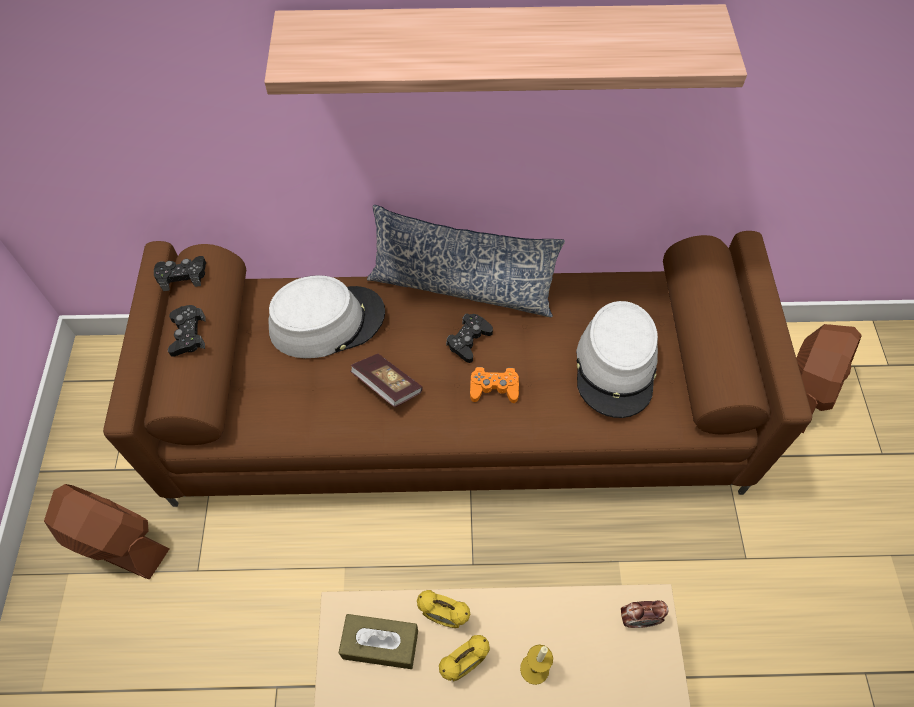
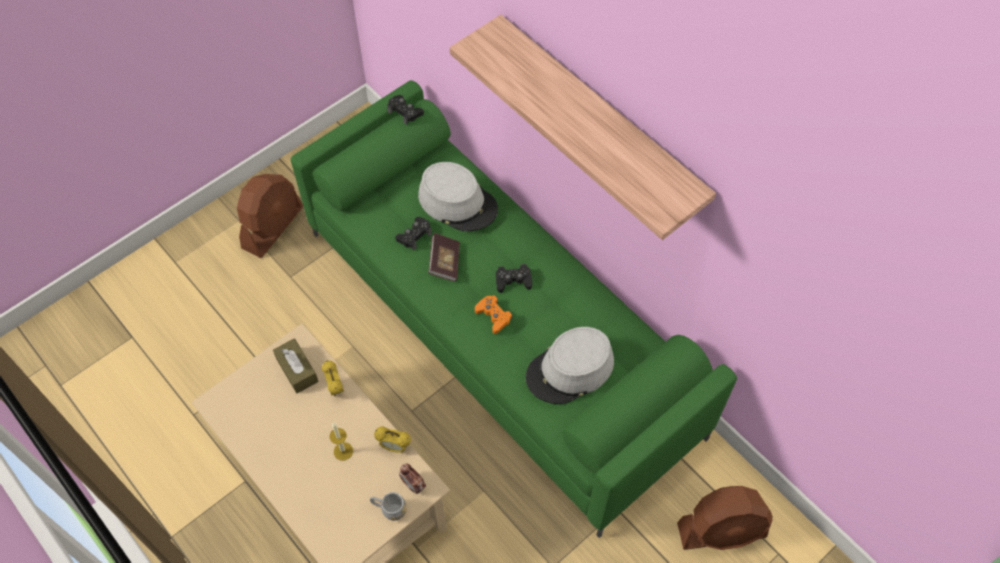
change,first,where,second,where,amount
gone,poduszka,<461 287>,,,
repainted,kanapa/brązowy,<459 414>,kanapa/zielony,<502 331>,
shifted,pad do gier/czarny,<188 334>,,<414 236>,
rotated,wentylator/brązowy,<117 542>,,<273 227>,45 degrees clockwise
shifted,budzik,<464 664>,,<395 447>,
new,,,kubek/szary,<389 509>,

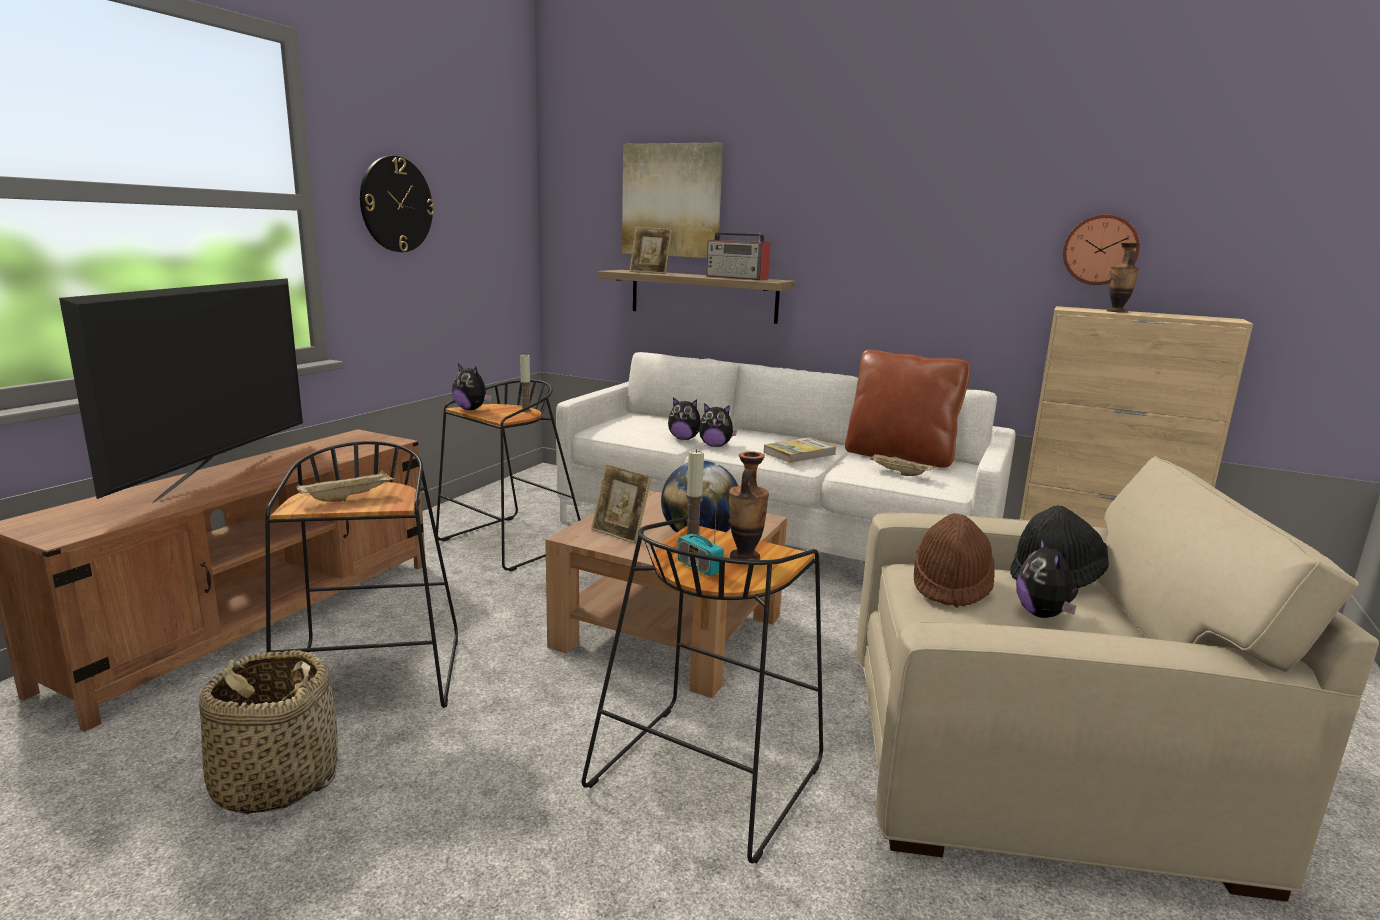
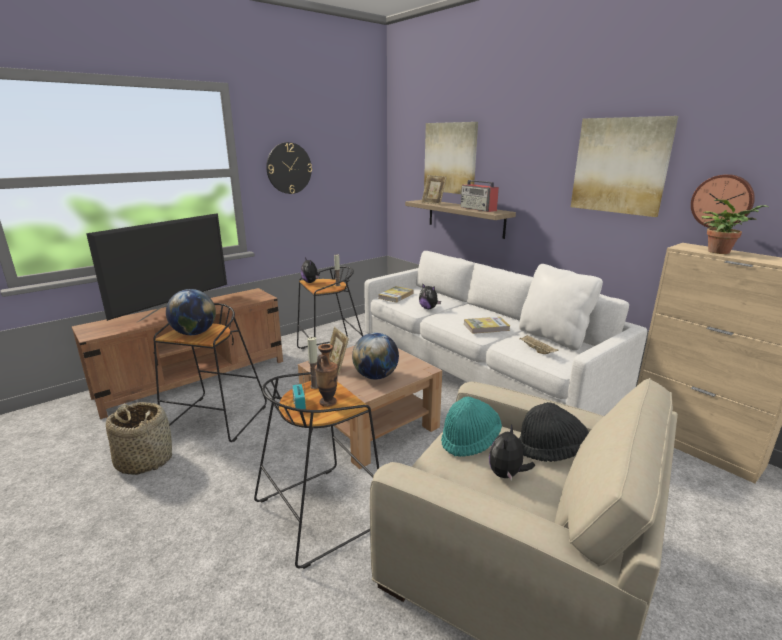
change,first,where,second,where,amount
swapped,wazon,<1116 311>,roślina doniczkowa,<721 252>,
repainted,poduszka/brązowy,<899 456>,poduszka/biały,<553 337>,
gone,pluszak,<715 445>,,,
swapped,taca/beżowy,<349 498>,globus,<194 333>,
repainted,kapelusz/brązowy,<950 586>,kapelusz/turkusowy,<470 440>,
new,,,obraz,<620 166>,
new,,,książka,<396 296>,

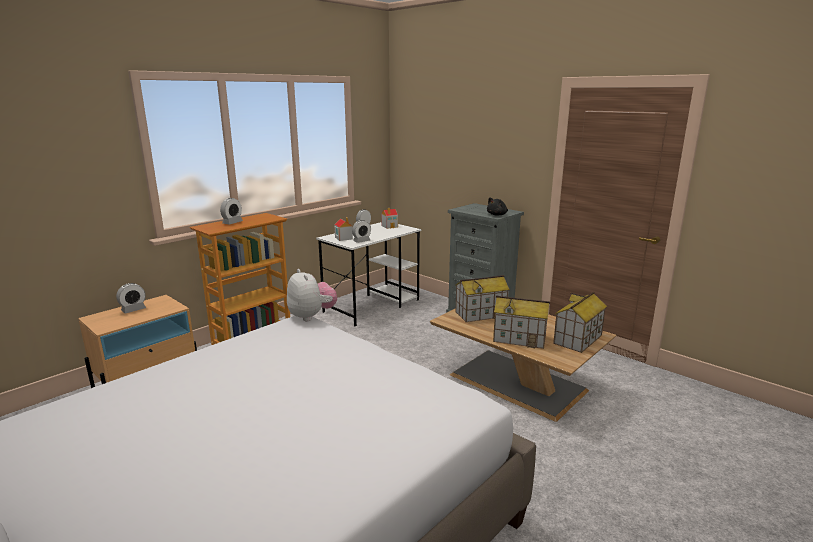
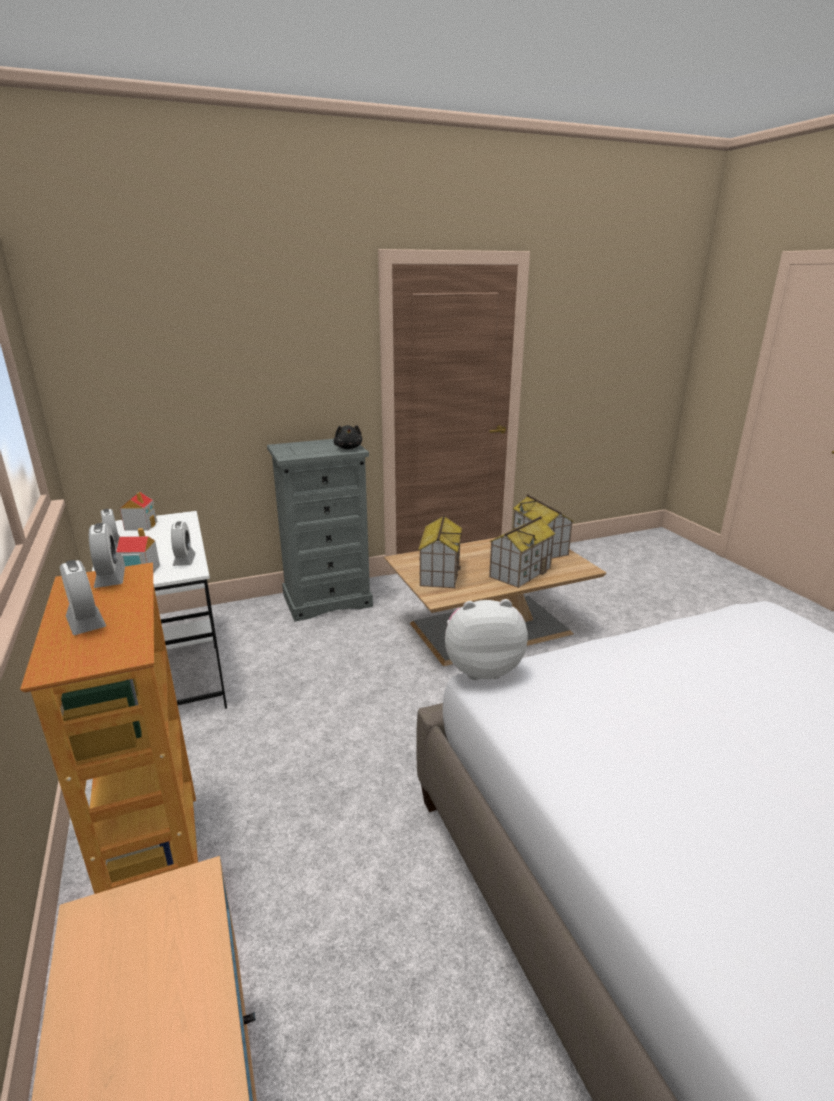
change,first,where,second,where,amount
shifted,budzik,<133 309>,,<110 578>,

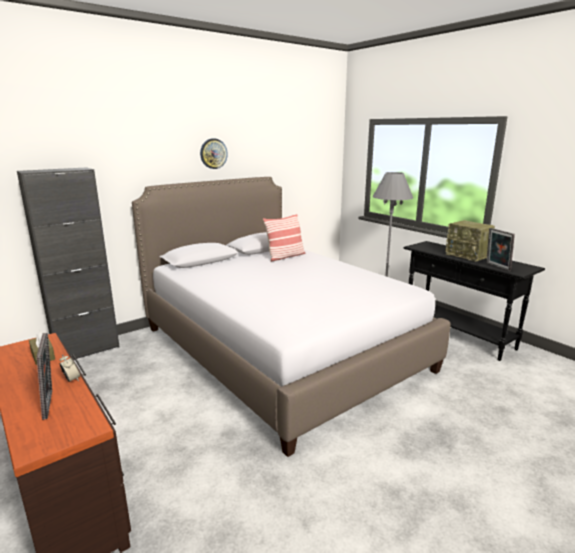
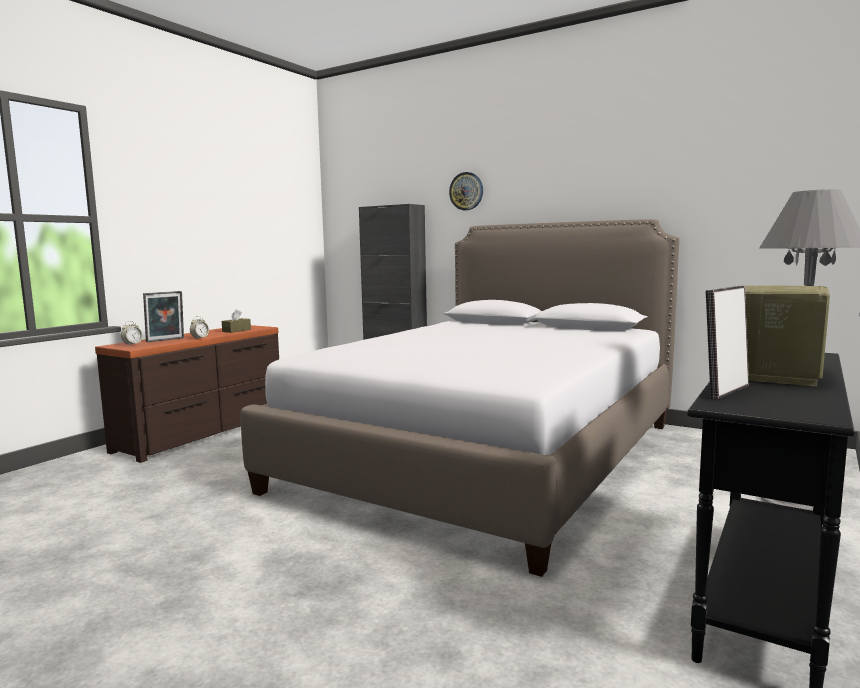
change,first,where,second,where,amount
shifted,zegar ścienny,<213 153>,,<466 191>,
gone,poduszka,<285 256>,,,
new,,,budzik,<132 344>,

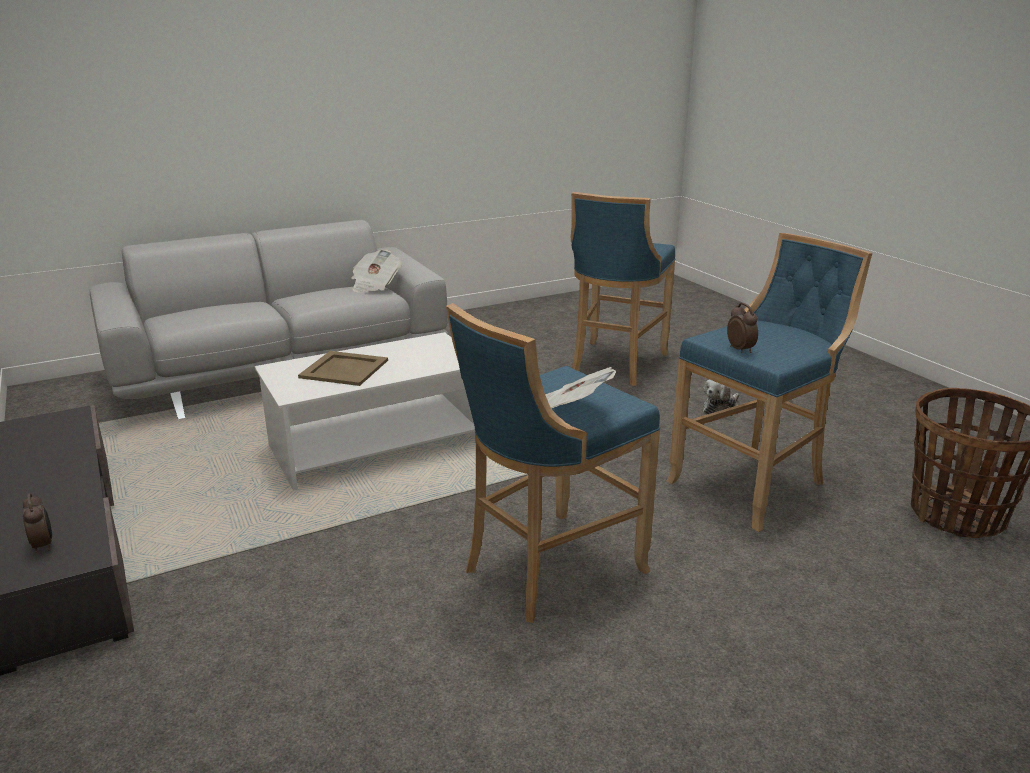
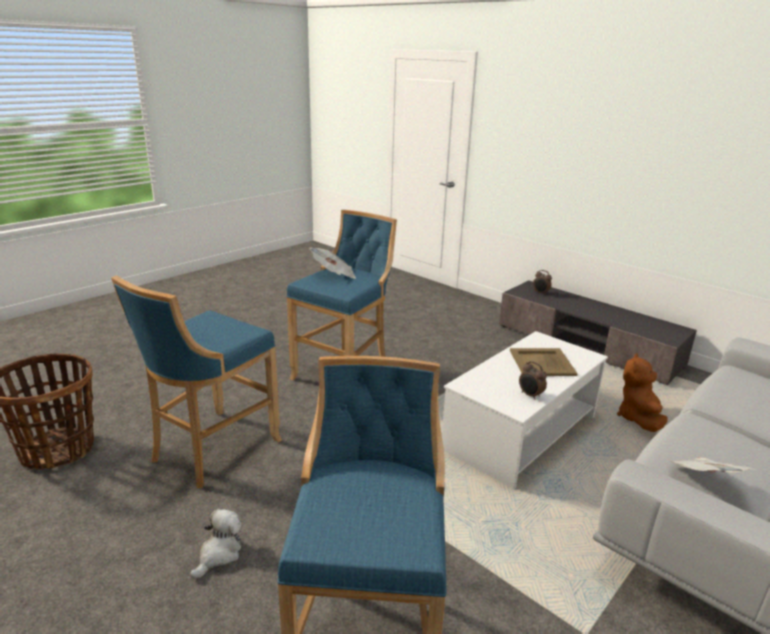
change,first,where,second,where,amount
shifted,budzik,<740 349>,,<530 395>,
new,,,pluszak/brązowy,<639 419>,

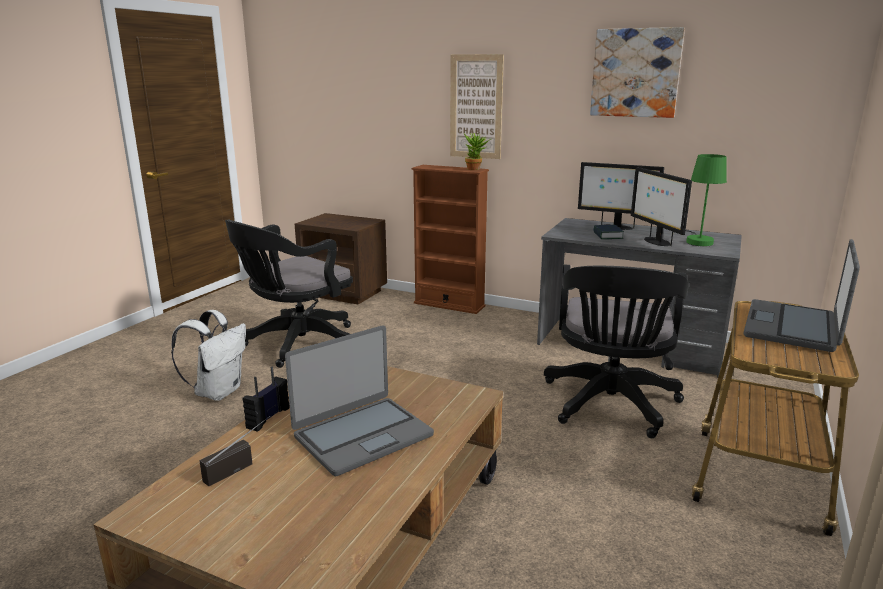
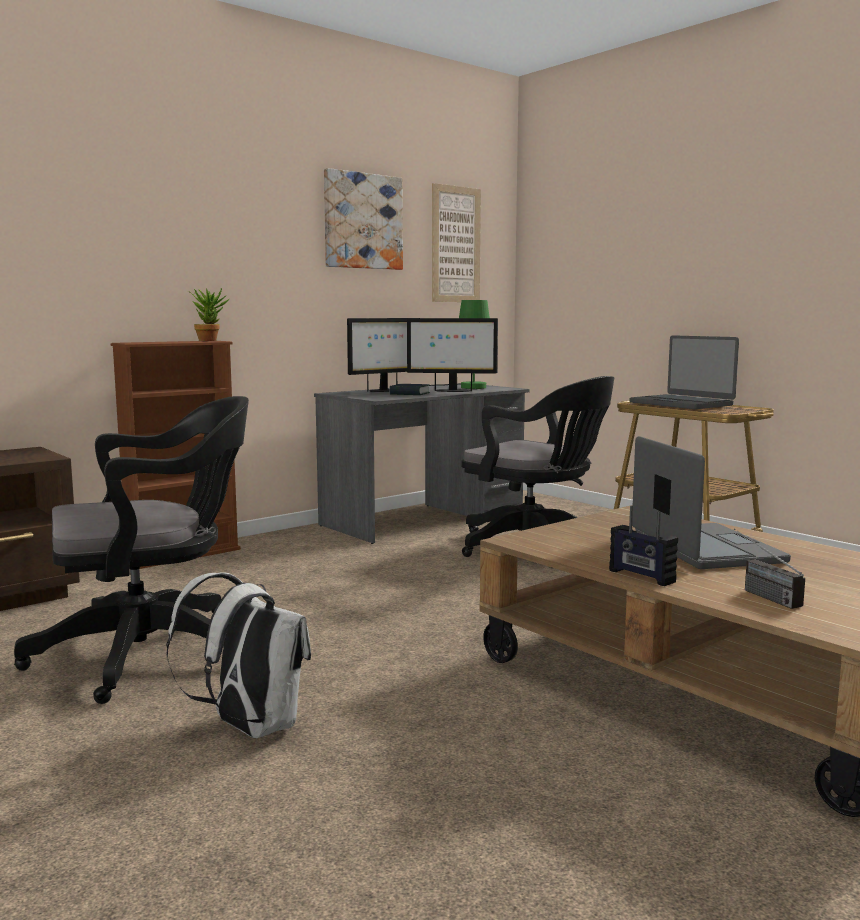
change,first,where,second,where,amount
shifted,obraz,<476 107>,,<455 244>,
rotated,krzesło biurowe/czarny,<296 344>,,<153 653>,90 degrees counterclockwise

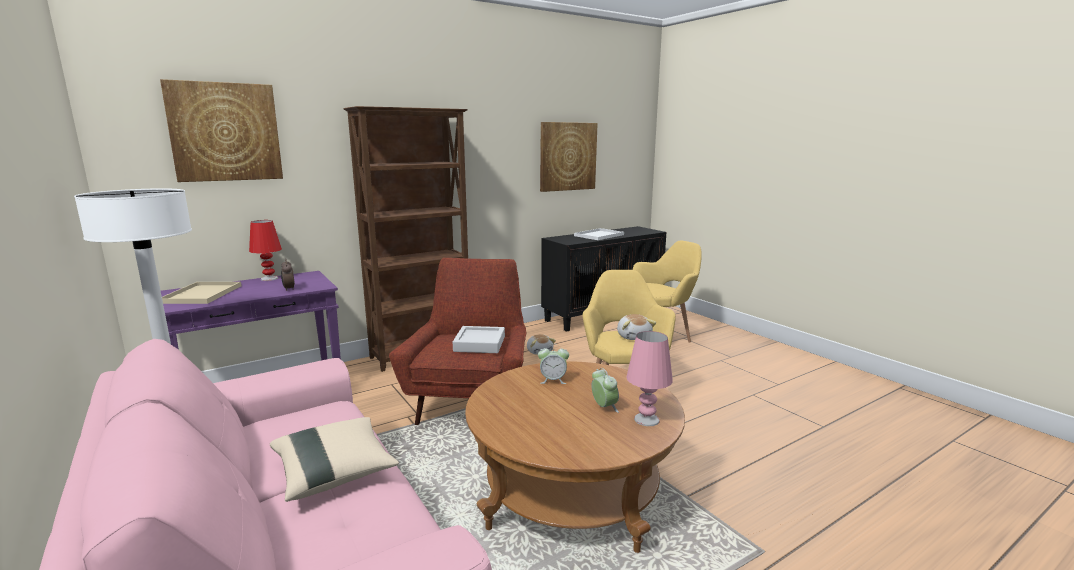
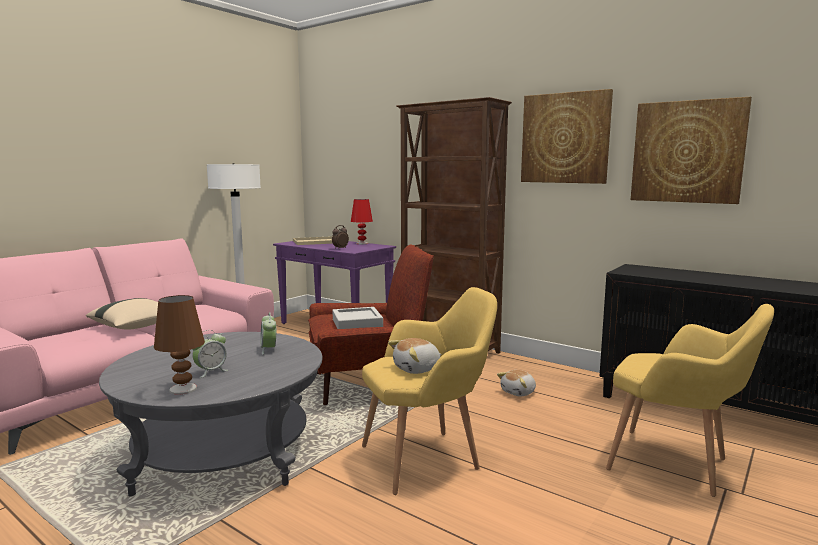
change,first,where,second,where,amount
shifted,obraz,<225 132>,,<565 138>,
gone,taca/biały,<598 235>,,,
repainted,lampa stołowa/różowy,<646 419>,lampa stołowa/brązowy,<183 389>,
repainted,ława/brązowy,<571 493>,ława/szary,<223 452>,

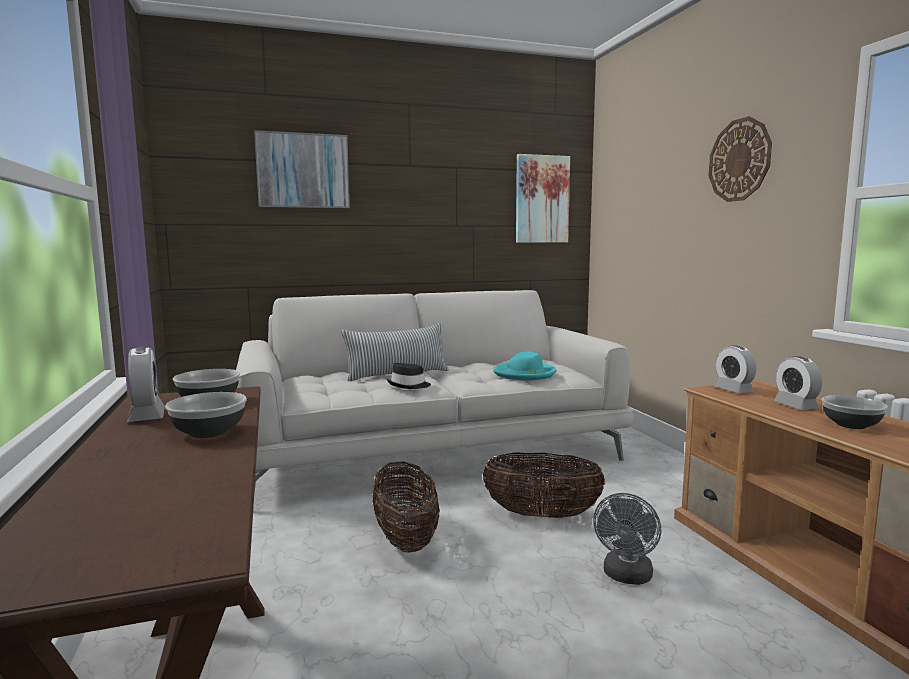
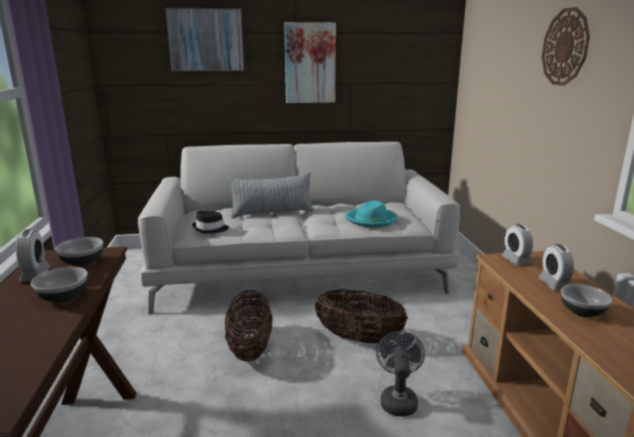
change,first,where,second,where,amount
shifted,obraz,<541 199>,,<310 63>,
shifted,kapelusz/czarny,<409 386>,,<210 229>,
rotated,wentylator/szary,<626 577>,,<398 399>,150 degrees clockwise

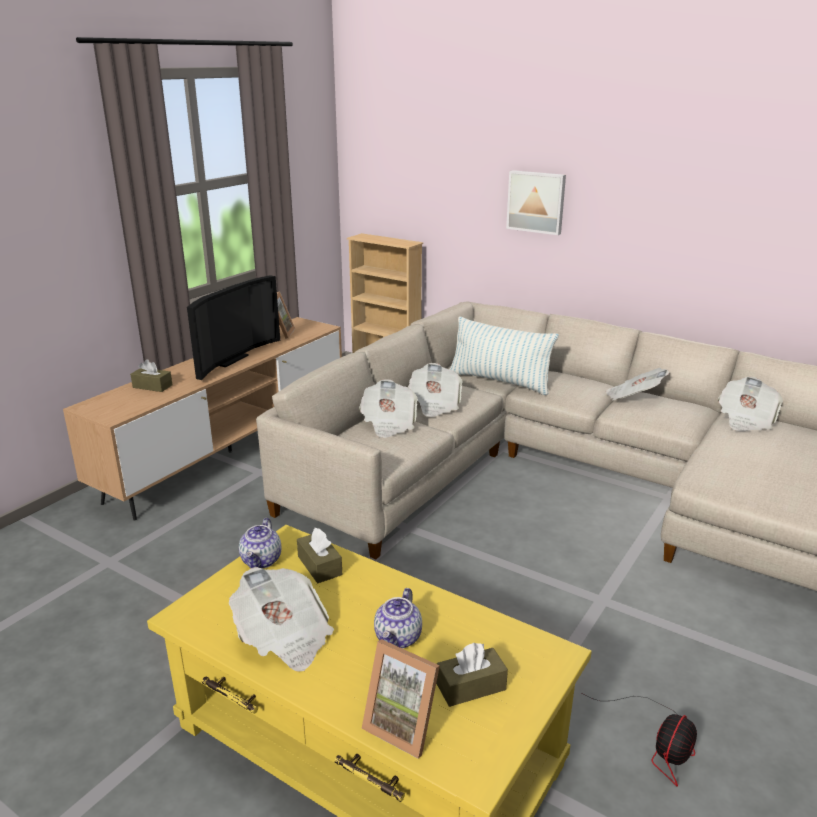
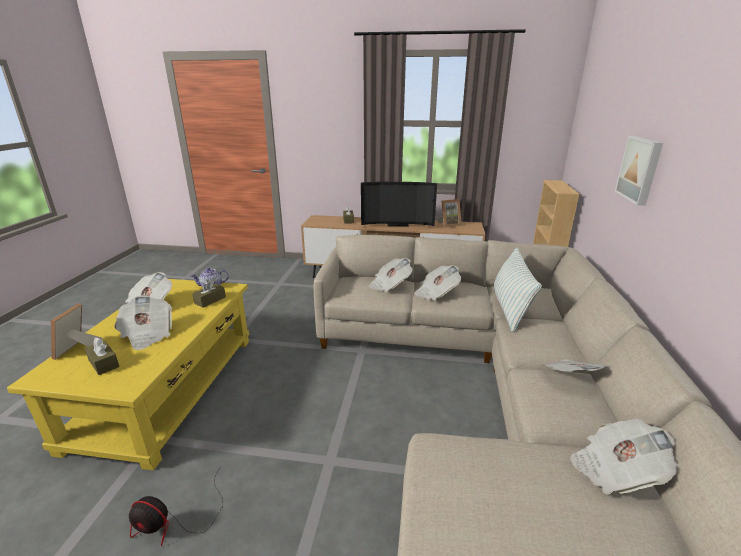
change,first,where,second,where,amount
swapped,imbryk,<398 638>,gazeta,<147 334>,

